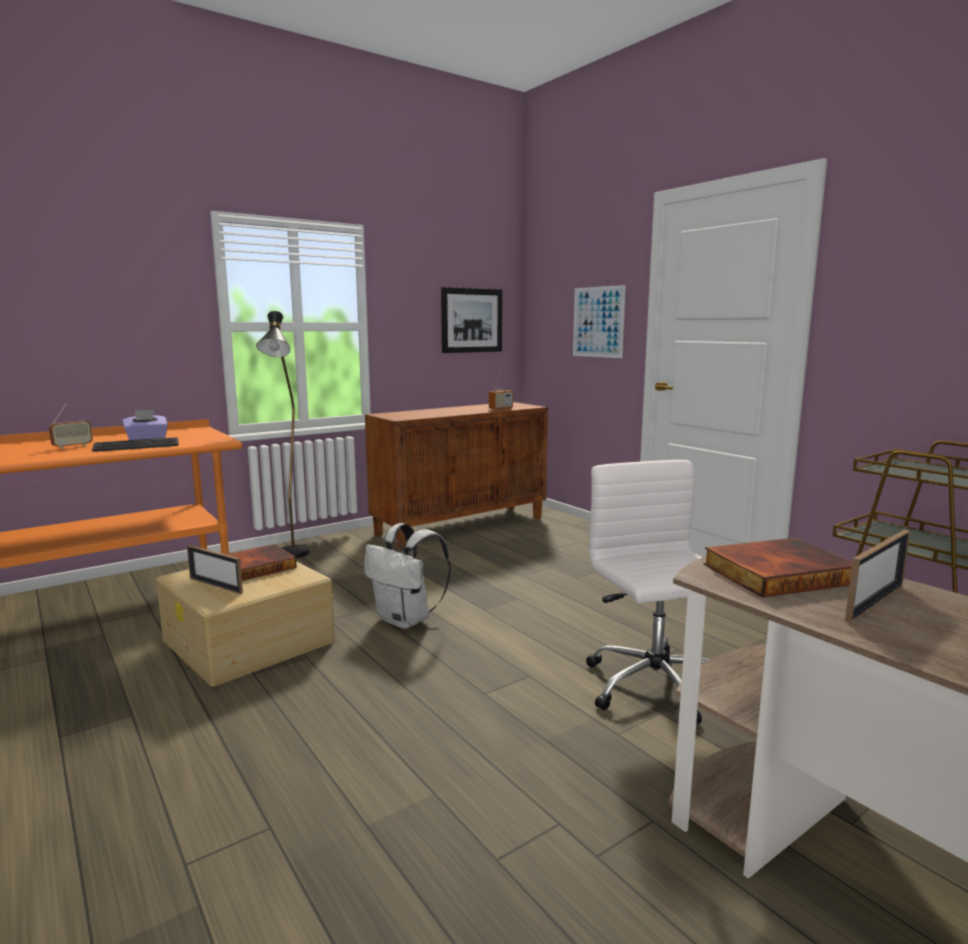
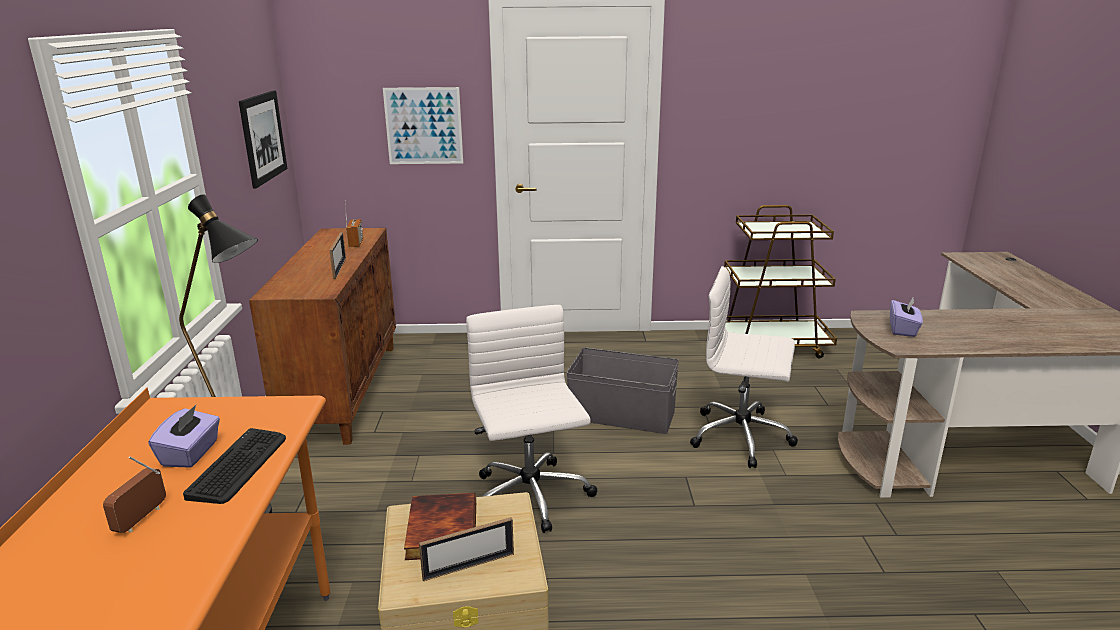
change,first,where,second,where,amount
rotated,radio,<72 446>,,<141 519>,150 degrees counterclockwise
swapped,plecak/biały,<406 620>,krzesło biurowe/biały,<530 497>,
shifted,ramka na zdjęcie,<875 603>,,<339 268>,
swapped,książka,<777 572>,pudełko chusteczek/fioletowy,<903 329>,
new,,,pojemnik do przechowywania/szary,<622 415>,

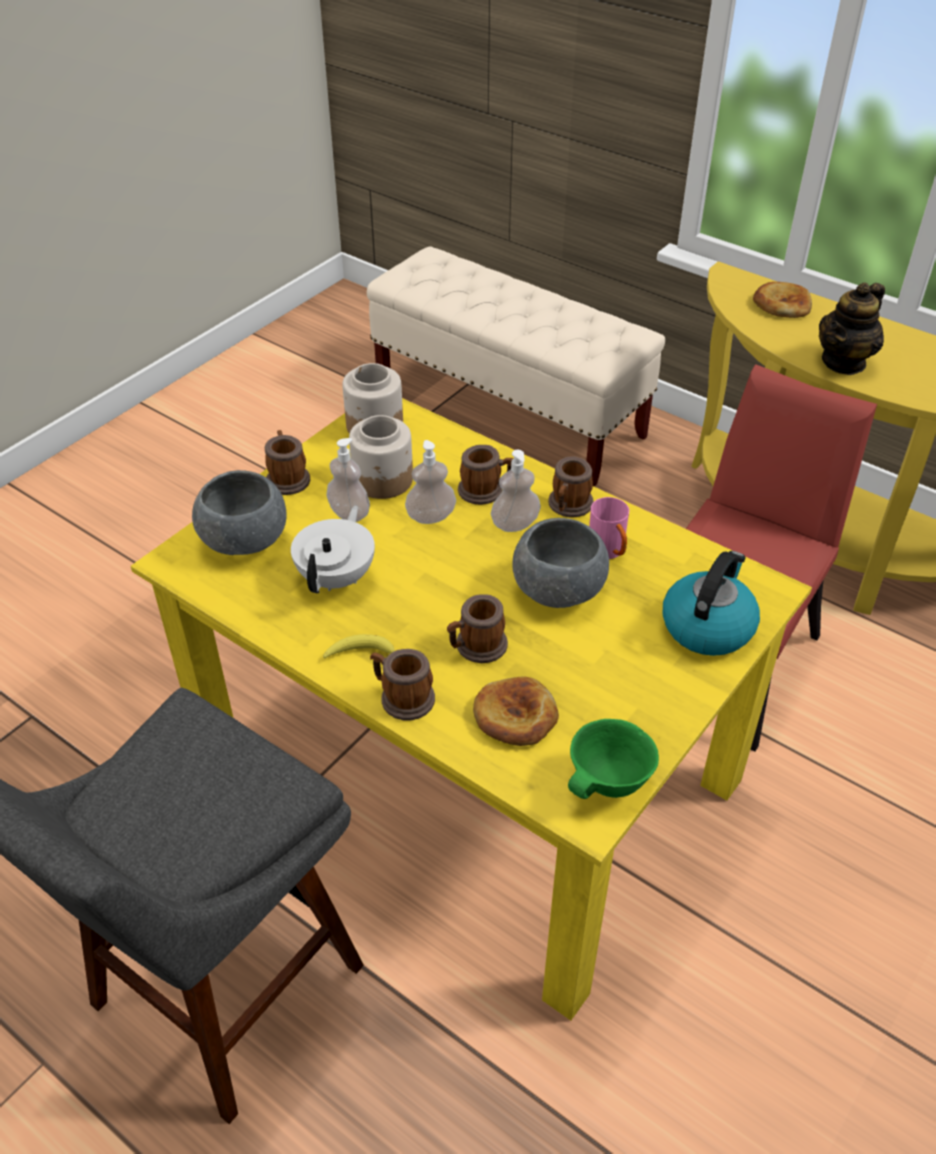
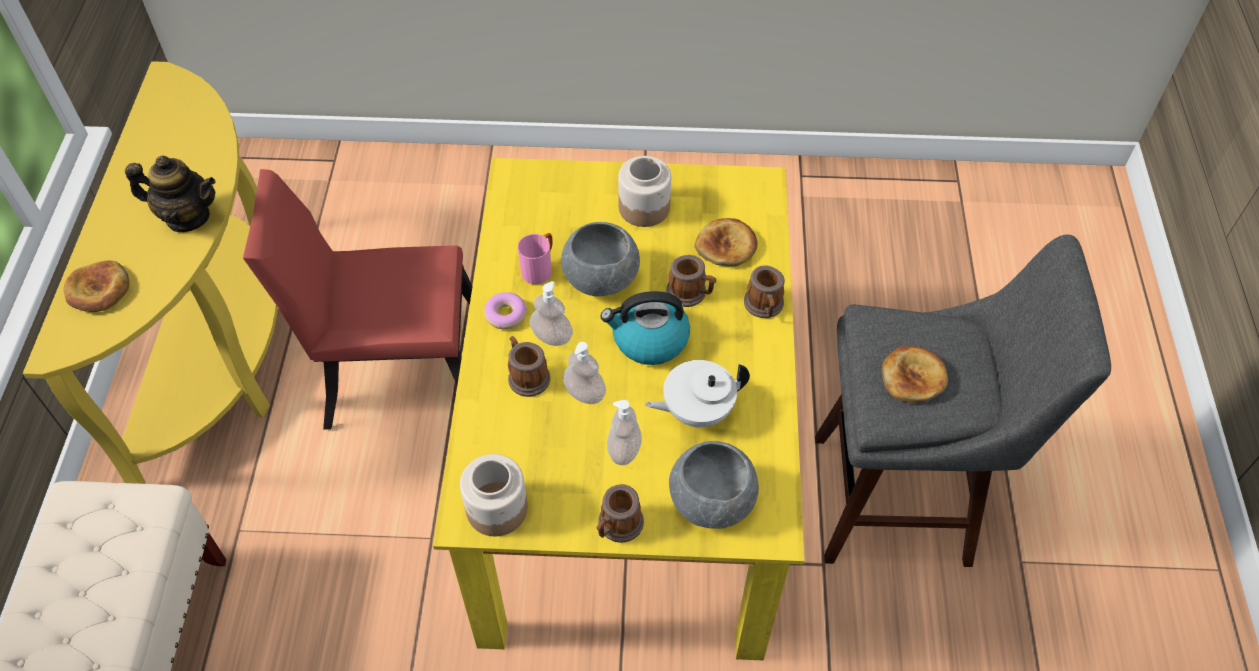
change,first,where,second,where,amount
shifted,słoik,<383 480>,,<644 207>,
swapped,kubek,<568 506>,donut,<506 315>,
shifted,czajnik,<707 626>,,<649 340>,
gone,banan,<360 653>,,,
gone,miska/zielony,<609 783>,,,
new,,,chleb,<913 377>,

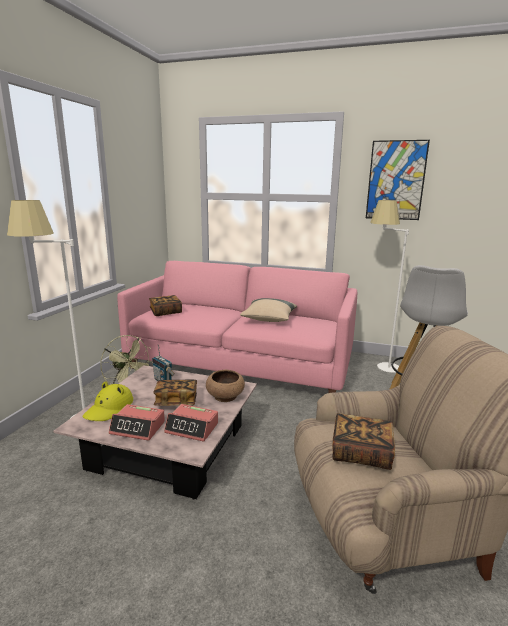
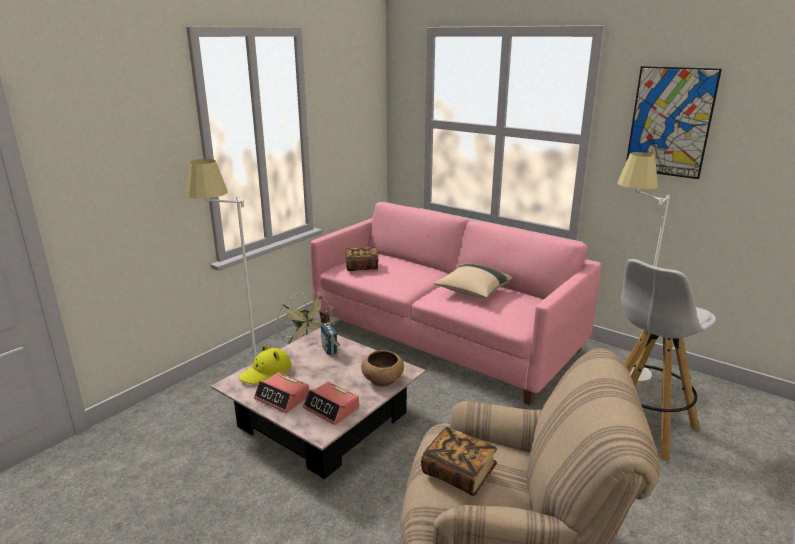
change,first,where,second,where,amount
gone,książka,<176 401>,,,

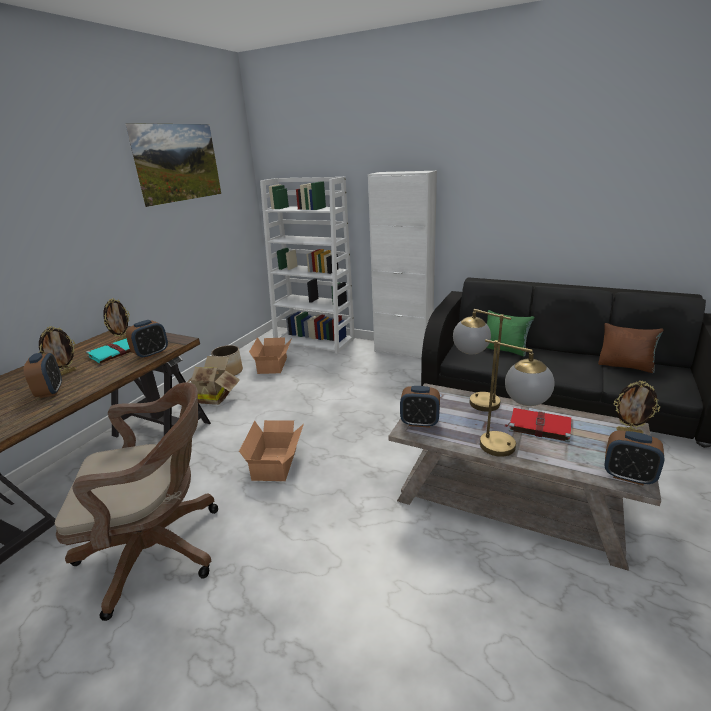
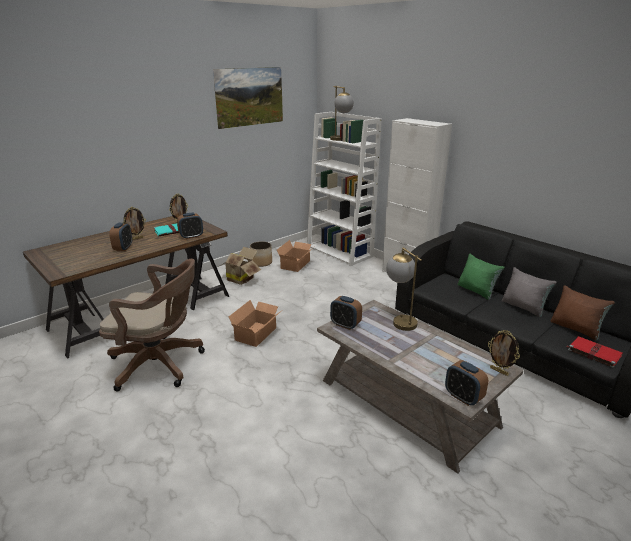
change,first,where,second,where,amount
shifted,lampa stołowa,<510 450>,,<341 140>,
shifted,książka/czerwony,<538 426>,,<593 352>,
new,,,poduszka/szary,<523 307>,

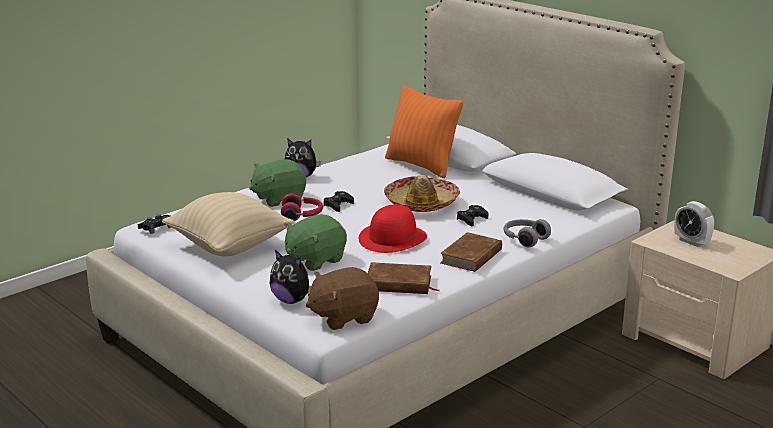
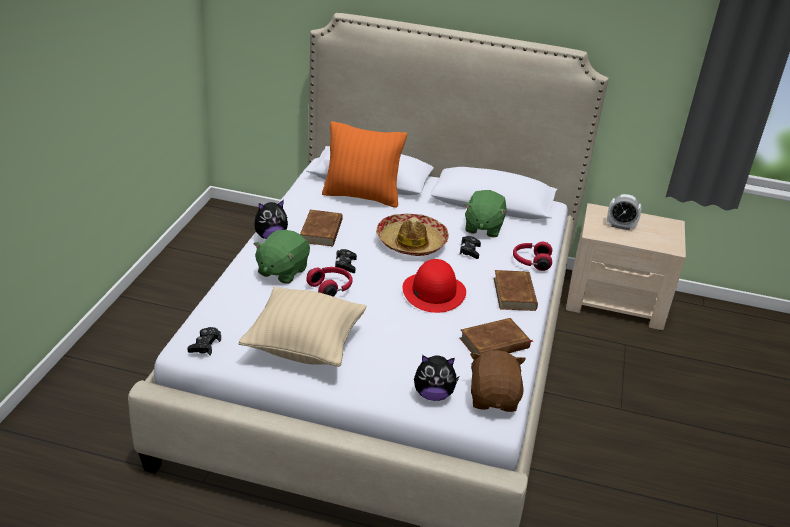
change,first,where,second,where,amount
shifted,pluszak/zielony,<314 260>,,<483 227>,
repainted,słuchawki/szary,<524 239>,słuchawki/czerwony,<531 262>,
rotated,pluszak/brązowy,<343 317>,,<494 398>,150 degrees clockwise
new,,,książka/brązowy,<322 231>,

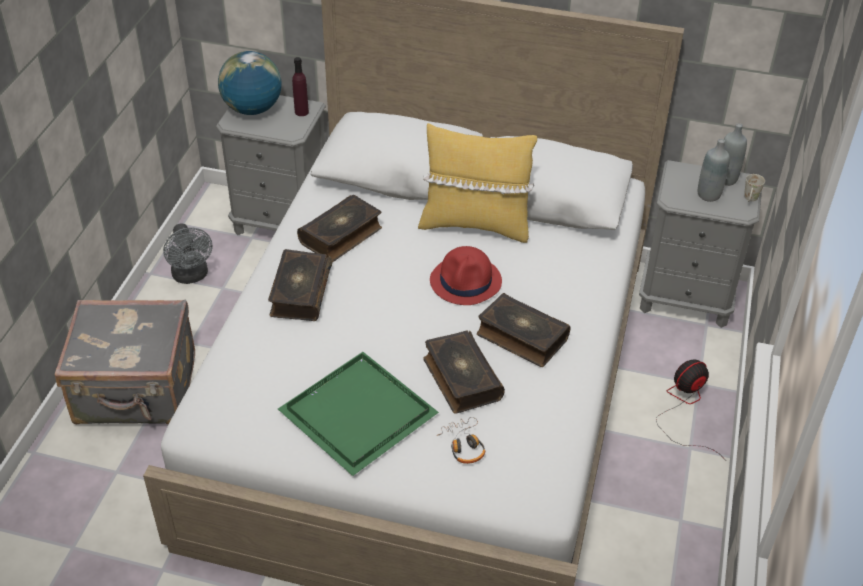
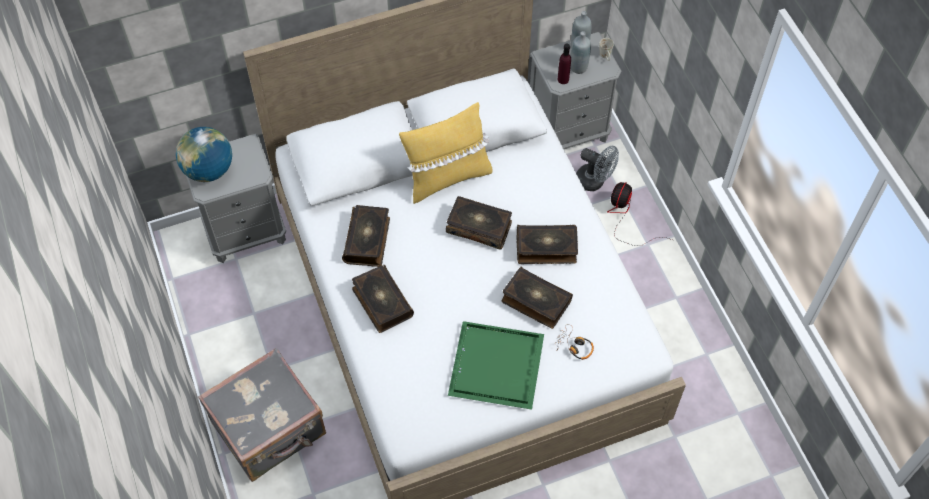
change,first,where,second,where,amount
shifted,butelka/fioletowy,<301 112>,,<563 79>,
shifted,wentylator/szary,<191 276>,,<594 181>,
swapped,kapelusz/czerwony,<466 281>,książka,<479 227>,

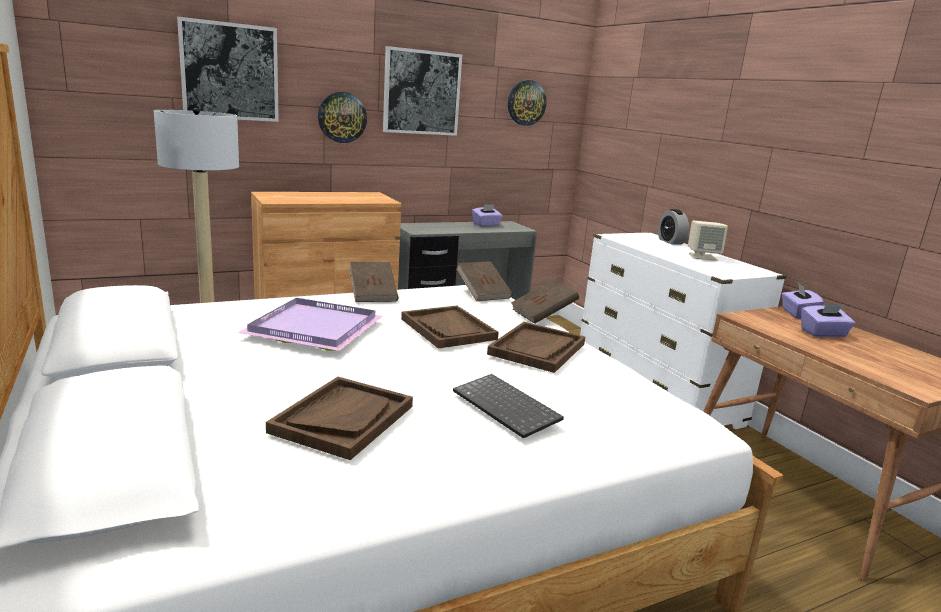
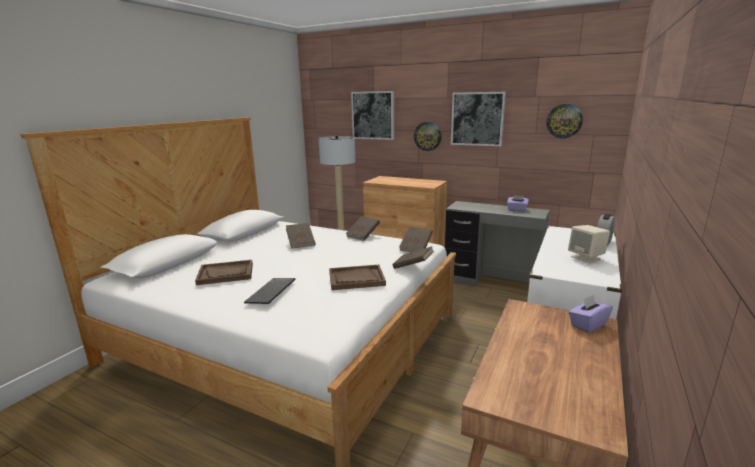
change,first,where,second,where,amount
swapped,taca/fioletowy,<315 329>,książka/brązowy,<301 243>,
gone,pudełko chusteczek/fioletowy,<823 334>,,,
gone,taca/brązowy,<448 329>,,,

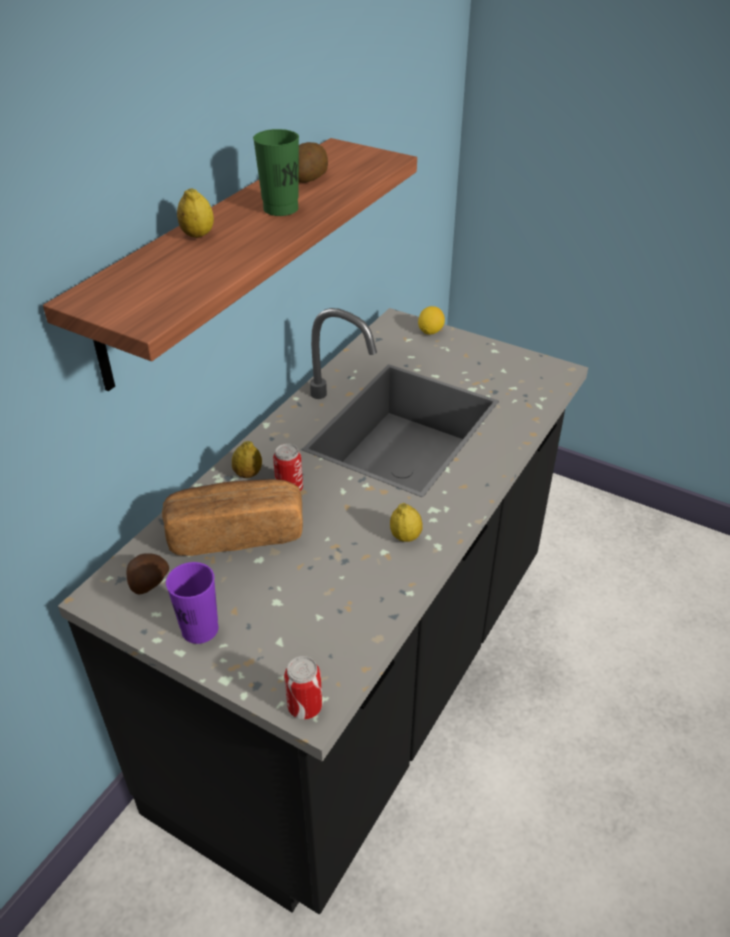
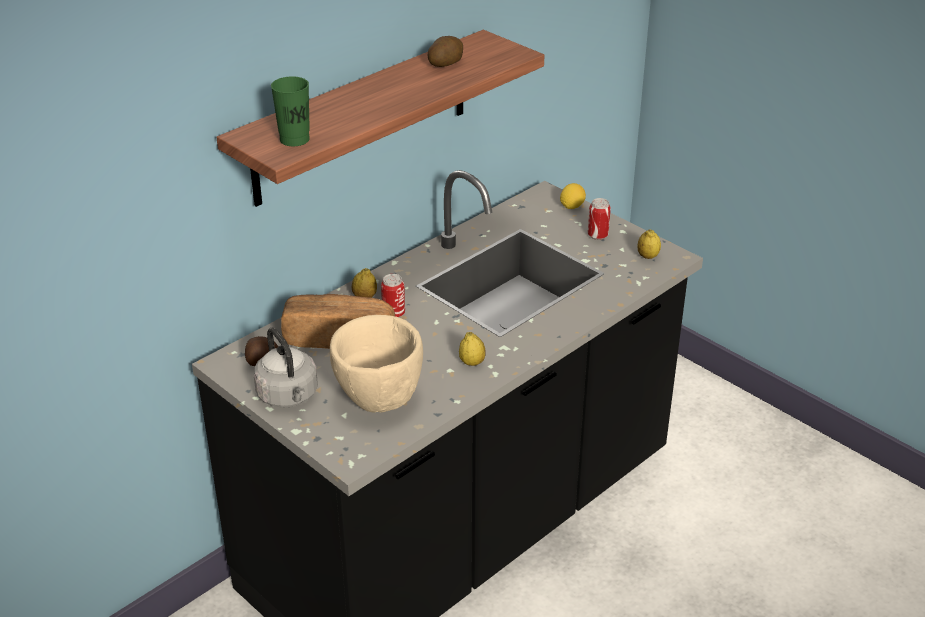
change,first,where,second,where,amount
shifted,filiżanka/zielony,<280 209>,,<294 139>,
shifted,cytryna,<198 235>,,<648 256>,
swapped,filiżanka/fioletowy,<200 629>,czajnik/szary,<289 396>,
shifted,puszka,<305 707>,,<597 235>,
new,,,miska/beżowy,<379 402>,

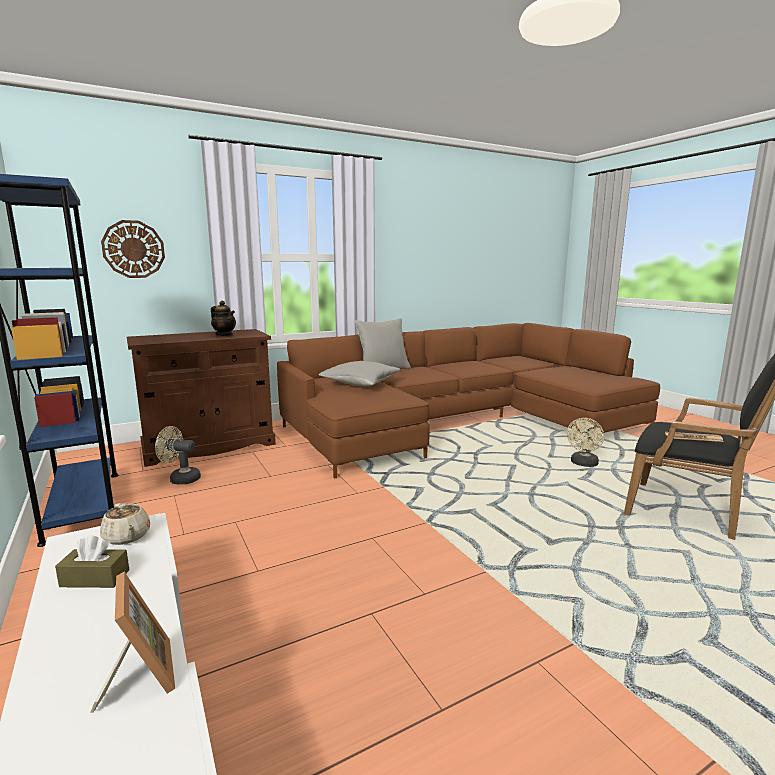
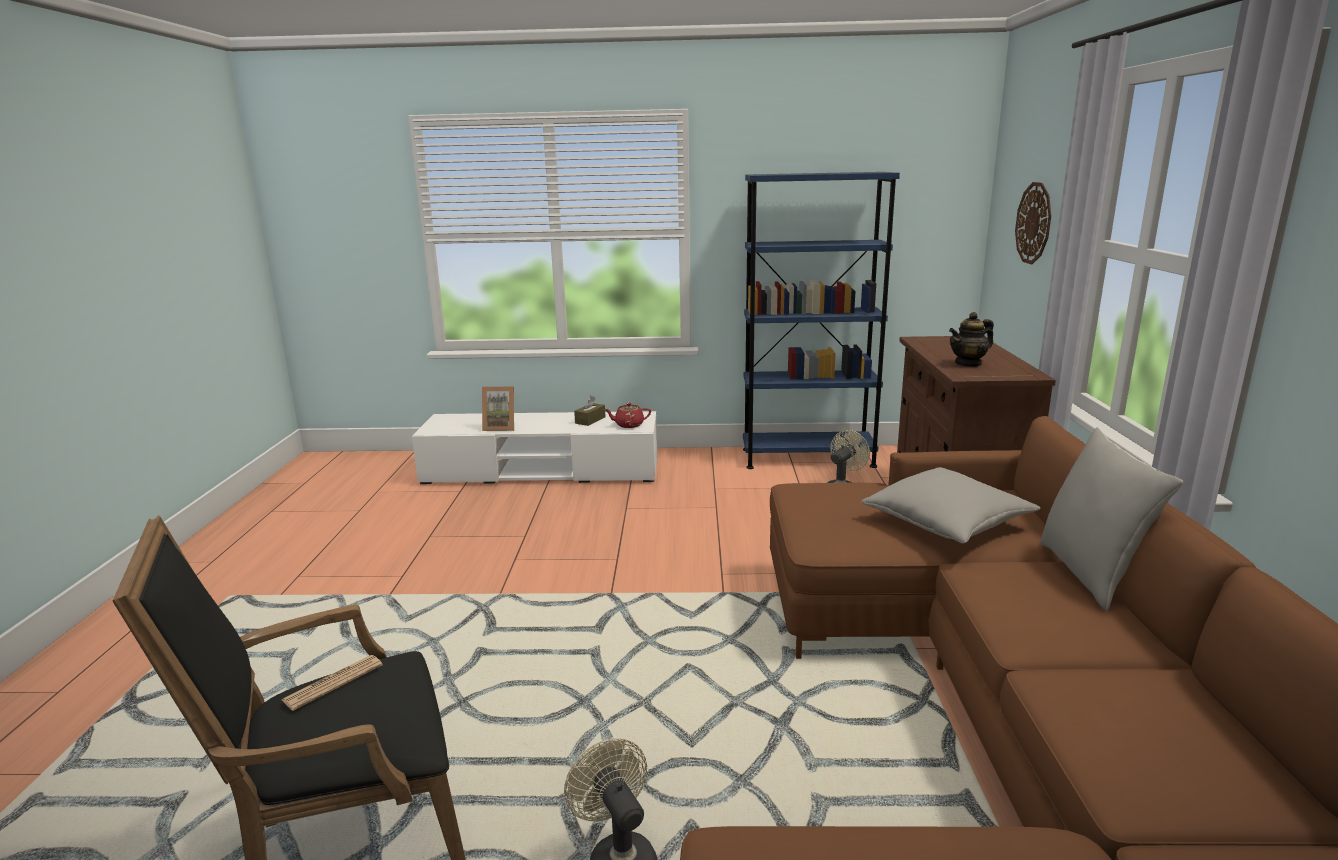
change,first,where,second,where,amount
repainted,imbryk/beżowy,<127 537>,imbryk/czerwony,<628 425>,

